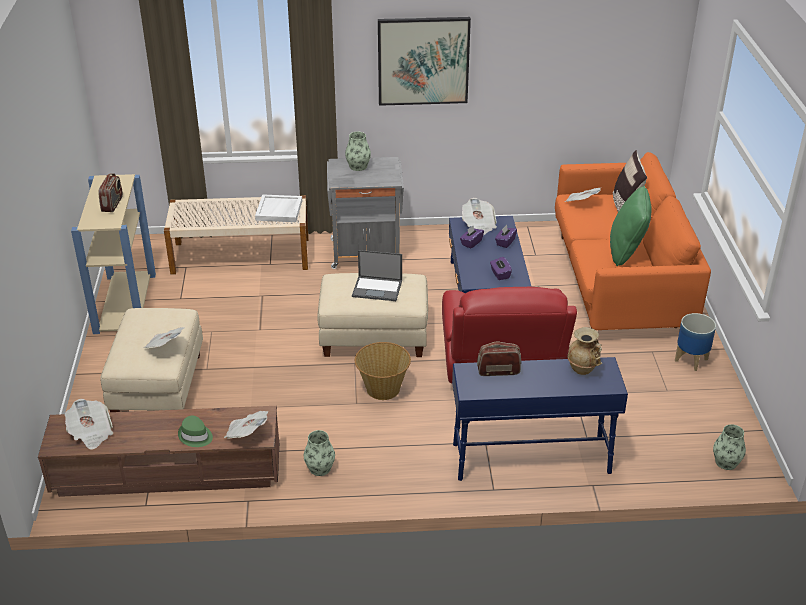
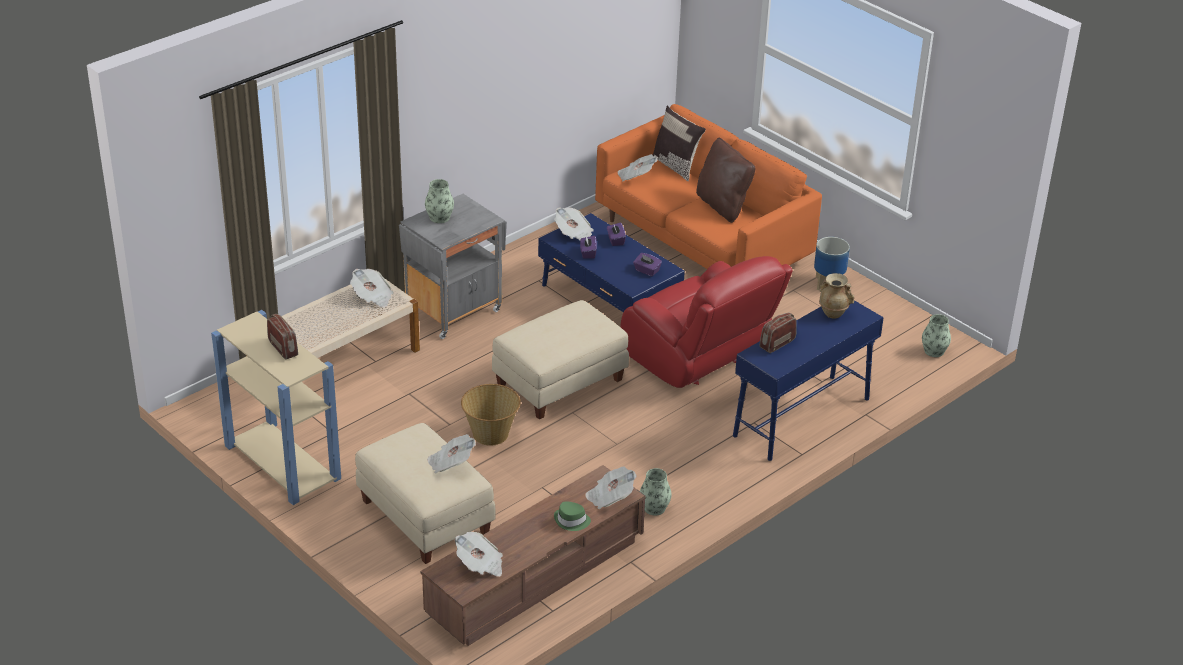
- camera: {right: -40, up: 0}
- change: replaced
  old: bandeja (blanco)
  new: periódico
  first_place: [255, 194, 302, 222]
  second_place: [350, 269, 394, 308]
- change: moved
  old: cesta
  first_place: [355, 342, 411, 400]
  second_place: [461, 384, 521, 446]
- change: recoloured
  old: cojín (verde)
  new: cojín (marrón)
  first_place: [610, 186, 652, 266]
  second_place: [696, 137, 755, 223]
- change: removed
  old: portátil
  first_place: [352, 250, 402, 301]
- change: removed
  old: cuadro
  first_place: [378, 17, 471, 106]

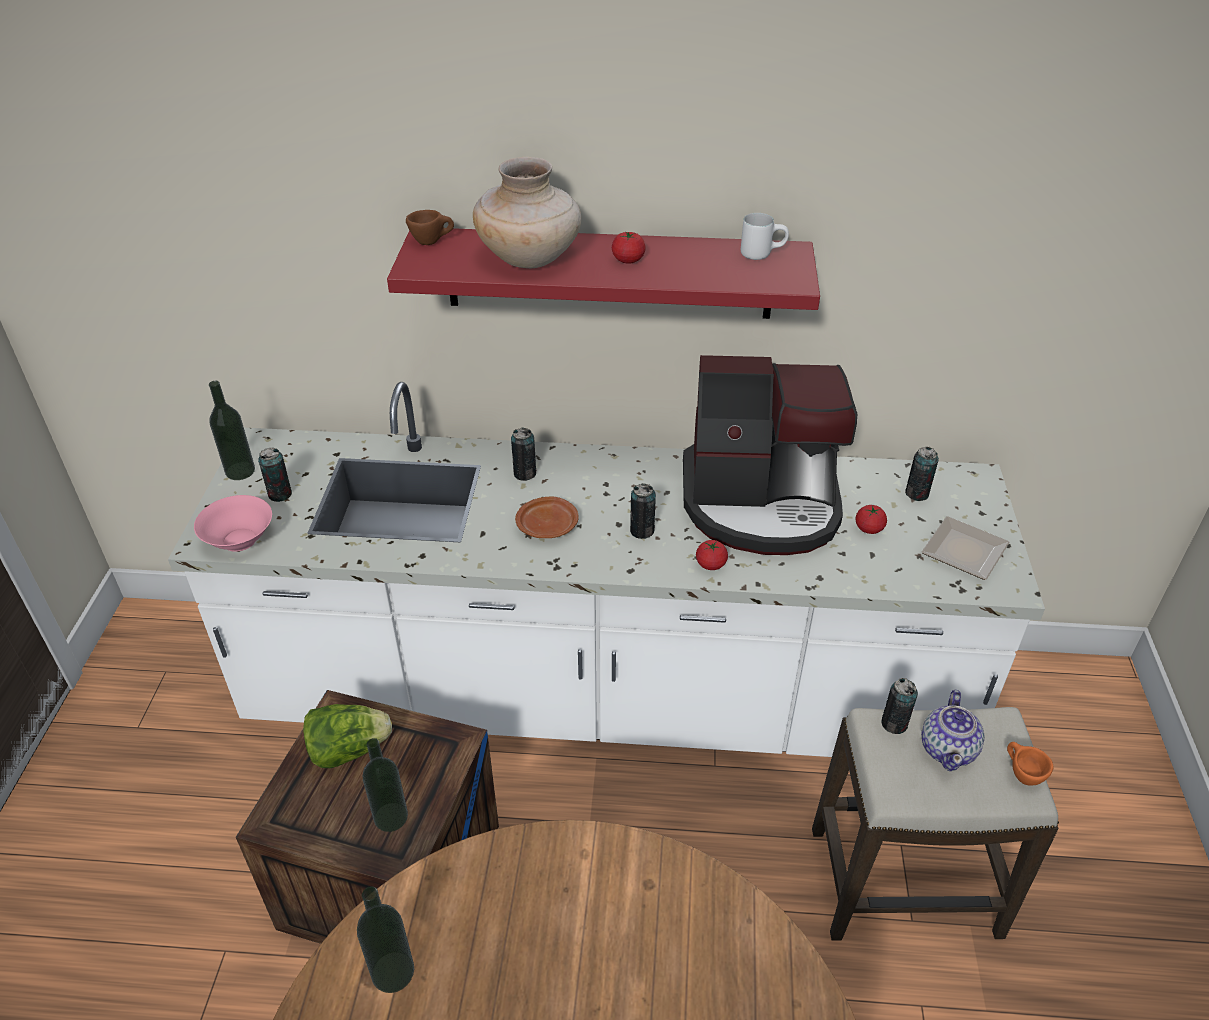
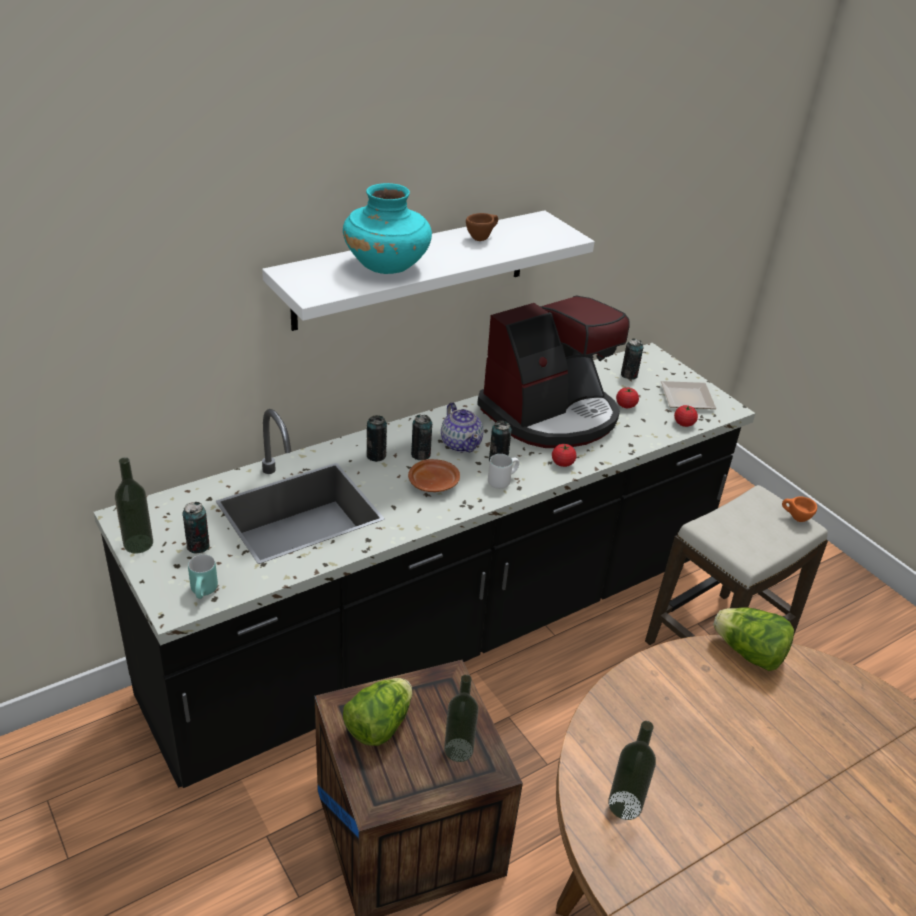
- camera: {right: -40, up: -5}
- change: recoloured
  old: mueble bajo de cocina (blanco)
  new: mueble bajo de cocina (negro)
  first_place: [168, 382, 1045, 757]
  second_place: [94, 343, 756, 788]
- change: replaced
  old: cuenco (rosa)
  new: taza grande (turquesa)
  first_place: [194, 495, 272, 552]
  second_place: [188, 554, 218, 599]
- change: recoloured
  old: estante (rojo)
  new: estante (blanco)
  first_place: [387, 228, 820, 319]
  second_place: [262, 210, 595, 331]
- change: recoloured
  old: florero (beis)
  new: florero (turquesa)
  first_place: [473, 157, 581, 268]
  second_place: [343, 183, 432, 274]
- change: moved
  old: lata
  first_place: [882, 678, 918, 734]
  second_place: [411, 415, 432, 460]
- change: moved
  old: tetera
  first_place: [921, 690, 985, 771]
  second_place: [441, 402, 484, 452]
- change: moved
  old: taza (marrón)
  first_place: [406, 210, 454, 245]
  second_place: [466, 213, 498, 241]
- change: moved
  old: taza grande (blanco)
  first_place: [741, 213, 789, 260]
  second_place: [488, 454, 519, 489]
- change: moved
  old: tomate
  first_place: [612, 231, 646, 264]
  second_place: [674, 405, 698, 427]
- change: added
  new: lechuga
  second_place: [713, 607, 794, 671]

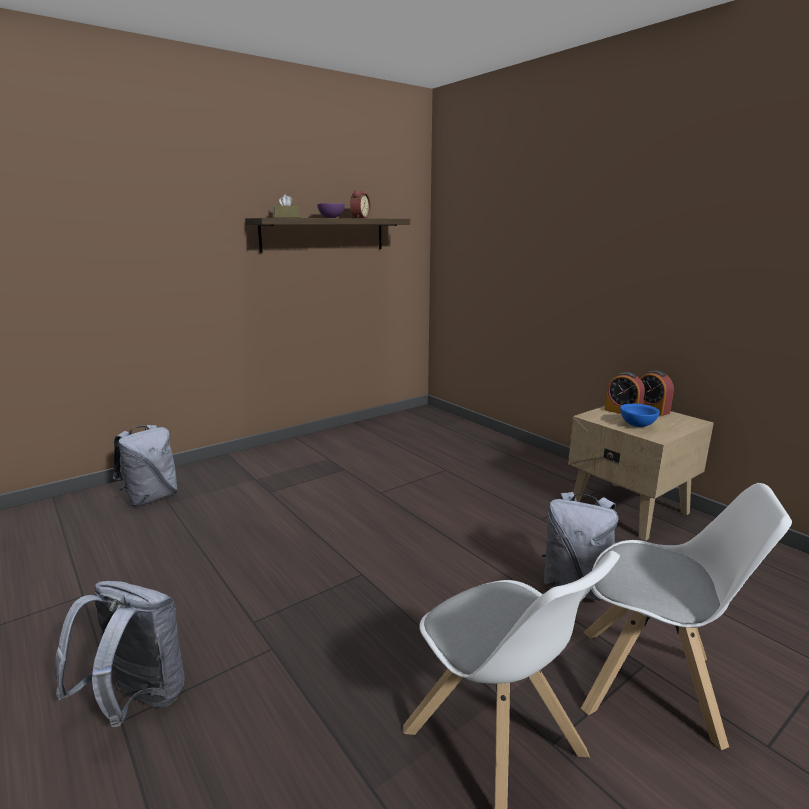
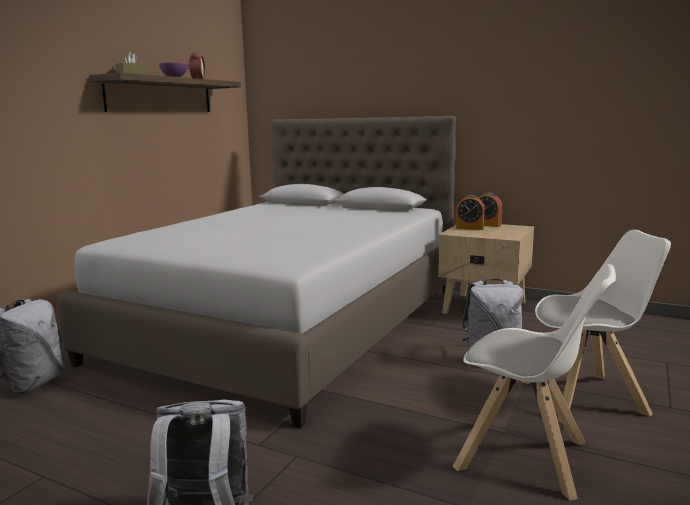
- camera: {right: -25, up: -5}
- change: added
  new: cama (gris)
  second_place: [57, 116, 456, 428]
- change: removed
  old: cuenco (azul)
  first_place: [620, 403, 660, 427]

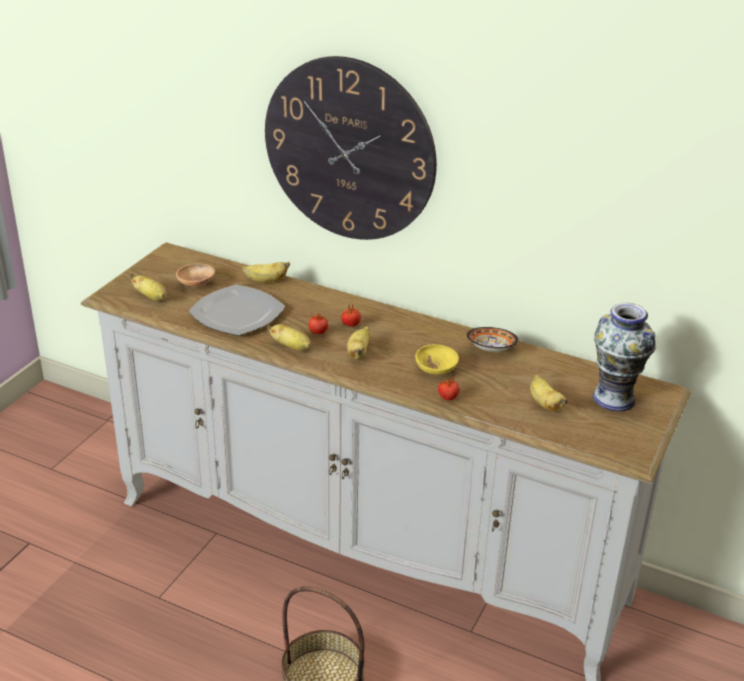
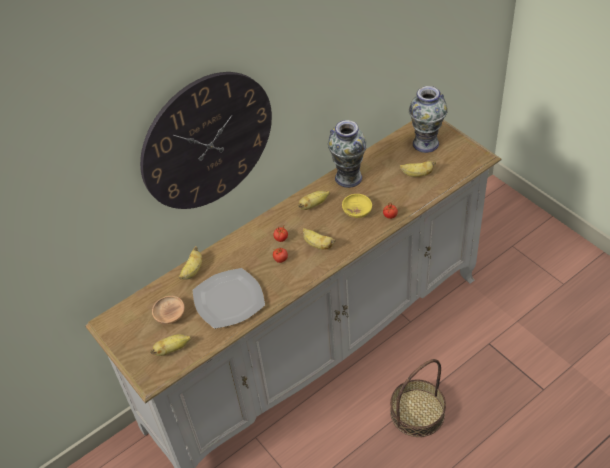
- camera: {right: -60, up: 15}
- change: moved
  old: plátano
  first_place: [267, 323, 311, 351]
  second_place: [298, 191, 330, 210]
- change: replaced
  old: cuenco
  new: florero
  first_place: [467, 327, 518, 352]
  second_place: [328, 120, 367, 188]

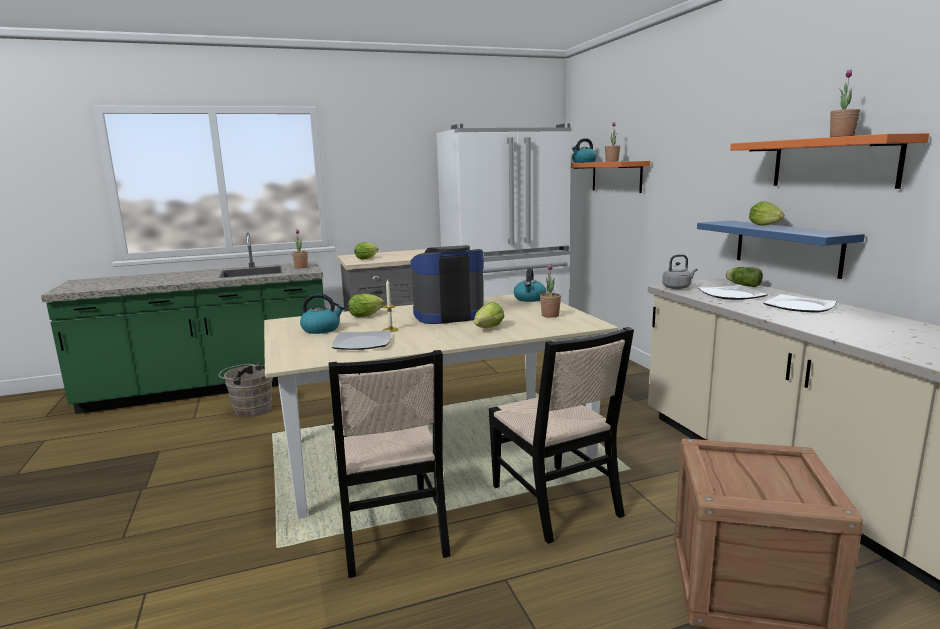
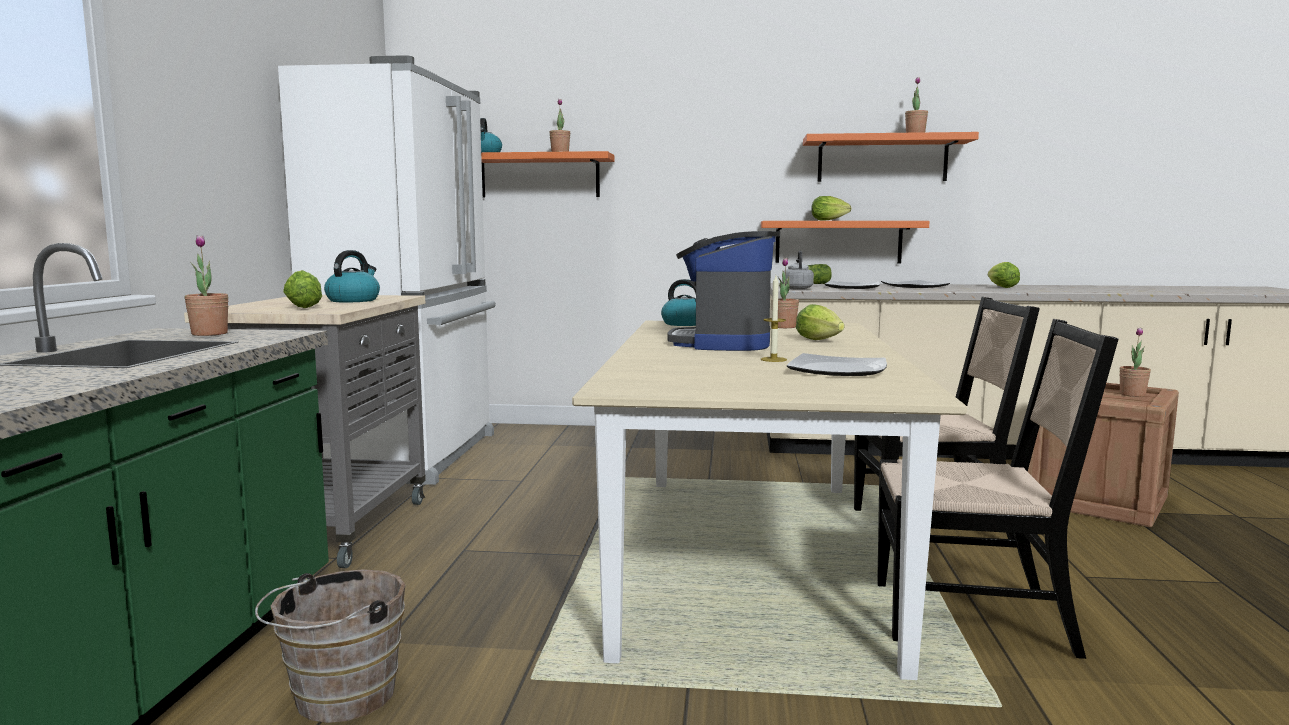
- camera: {right: -65, up: -5}
- change: moved
  old: hervidor
  first_place: [300, 294, 344, 334]
  second_place: [324, 250, 380, 302]
- change: recoloured
  old: estante (azul)
  new: estante (naranja)
  first_place: [697, 220, 865, 279]
  second_place: [761, 221, 930, 263]
- change: moved
  old: lechuga
  first_place: [348, 294, 384, 317]
  second_place: [988, 262, 1020, 288]
- change: added
  new: planta en maceta
  second_place: [1120, 328, 1151, 397]

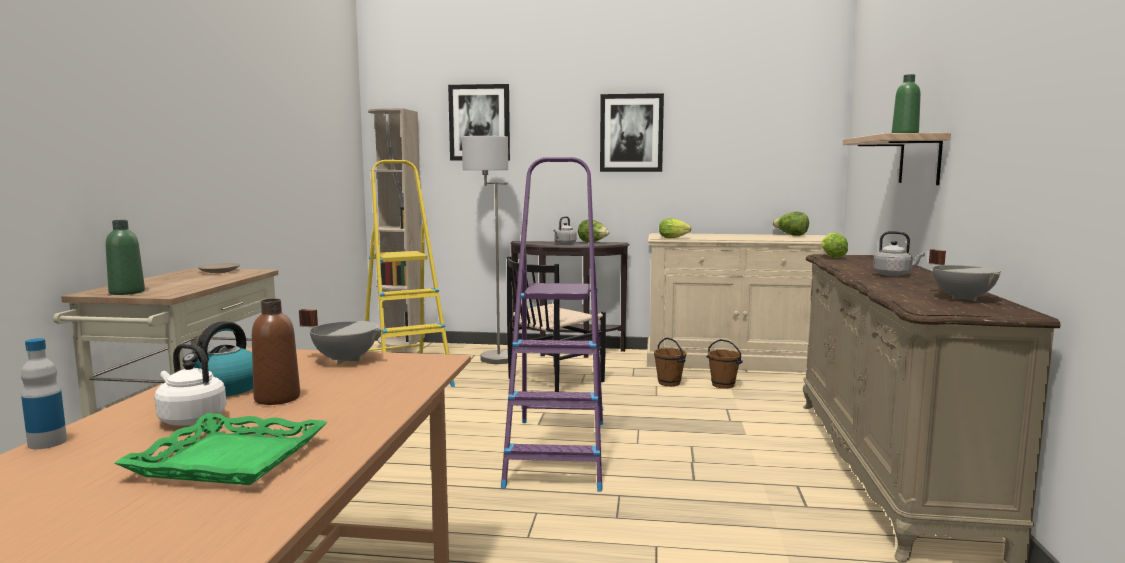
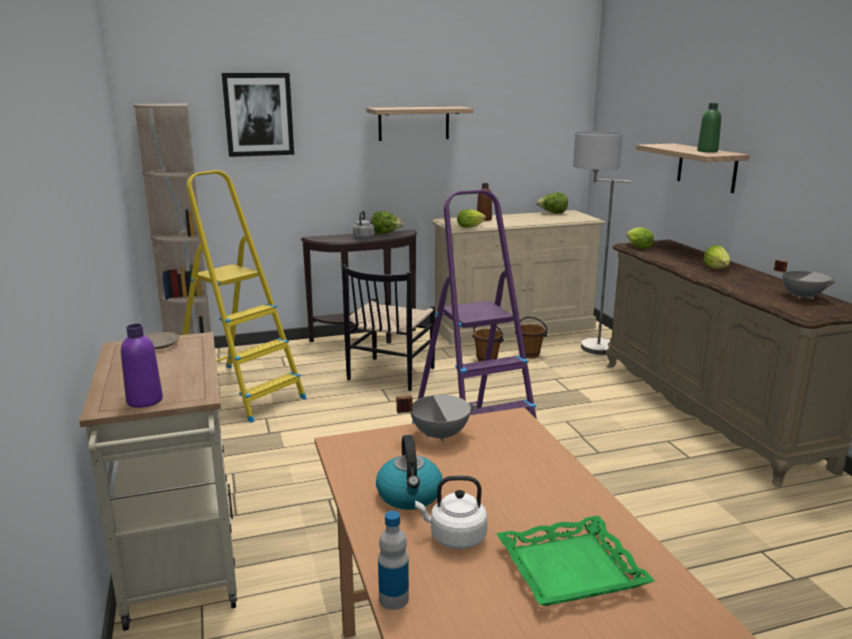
- camera: {right: -25, up: 10}
- change: recoloured
  old: botella (verde)
  new: botella (morado)
  first_place: [106, 220, 145, 295]
  second_place: [121, 324, 163, 408]
- change: replaced
  old: cuadro
  new: estante
  first_place: [600, 93, 664, 172]
  second_place: [366, 106, 474, 141]
- change: moved
  old: botella (marrón)
  first_place: [252, 299, 300, 405]
  second_place: [477, 183, 492, 221]
- change: moved
  old: lámpara de pie (gris)
  first_place: [462, 136, 508, 364]
  second_place: [573, 131, 631, 355]
- change: replaced
  old: hervidor (gris)
  new: lechuga
  first_place: [873, 231, 925, 276]
  second_place: [704, 245, 730, 269]

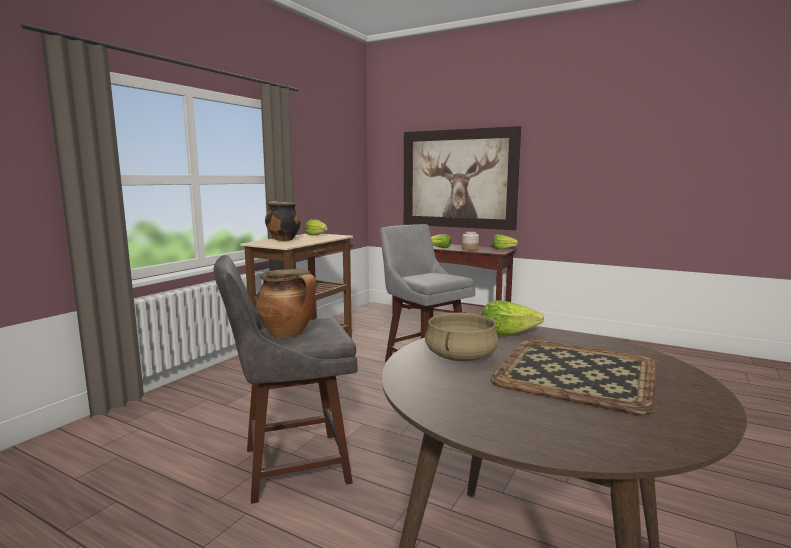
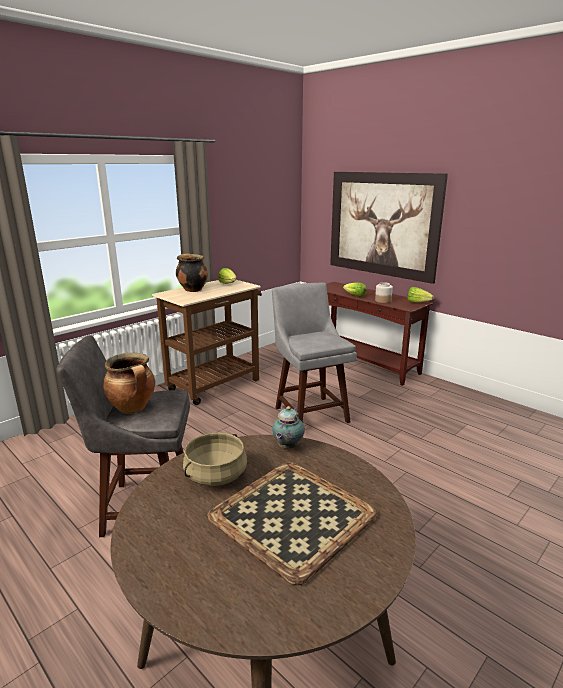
- camera: {right: 15, up: 10}
- change: replaced
  old: lechuga
  new: tetera
  first_place: [482, 300, 544, 335]
  second_place: [272, 406, 305, 449]

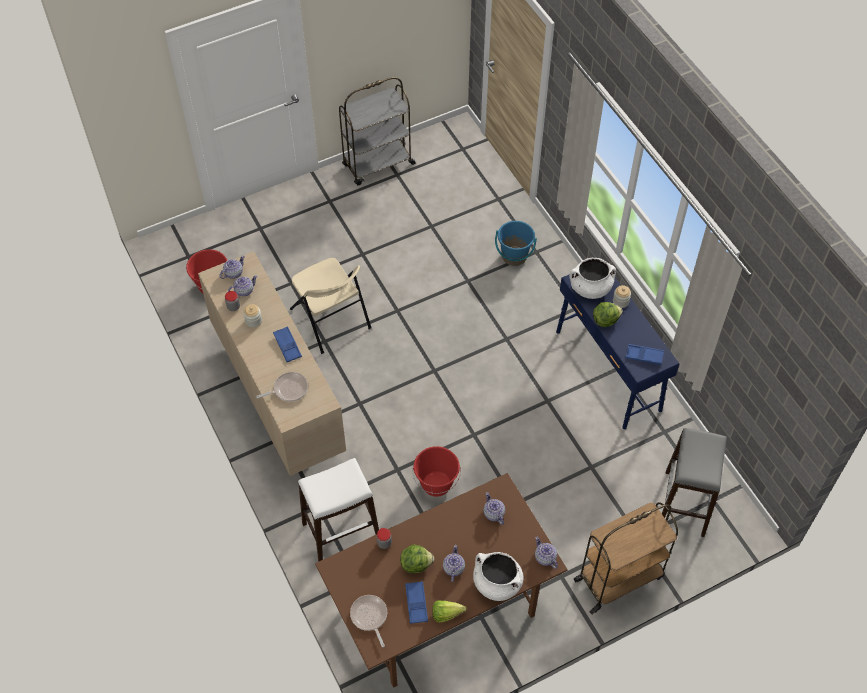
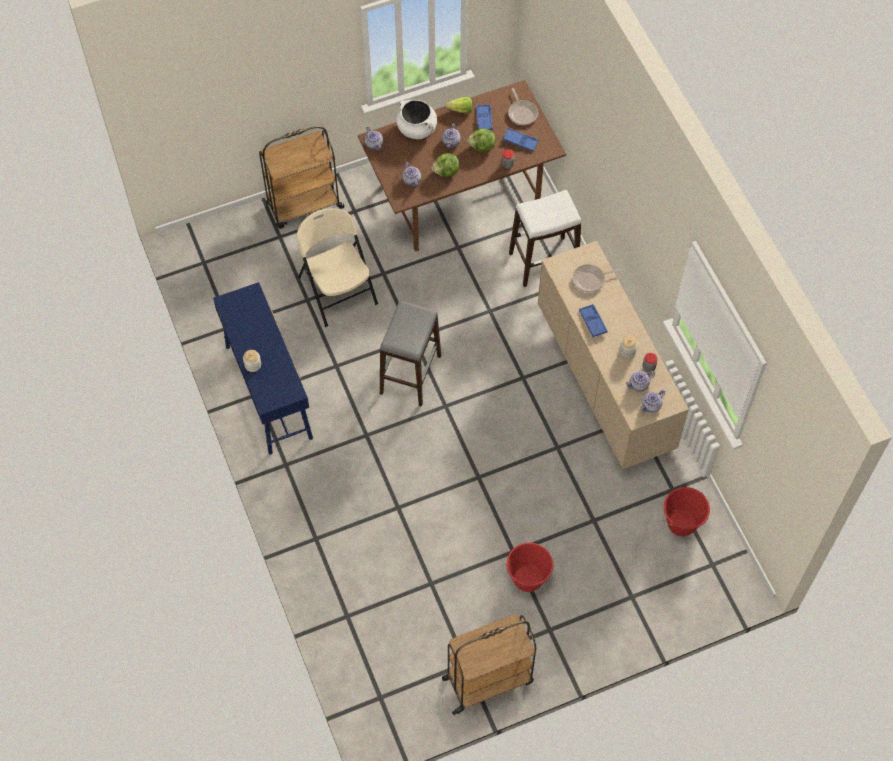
- camera: {right: -175, up: 5}
- change: moved
  old: silla (beis)
  first_place: [290, 258, 372, 354]
  second_place: [296, 208, 378, 327]
- change: moved
  old: taburete (gris)
  first_place: [662, 428, 727, 537]
  second_place: [380, 301, 441, 407]
- change: moved
  old: lechuga
  first_place: [593, 302, 623, 327]
  second_place: [431, 153, 459, 177]
- change: recoloured
  old: carrito (gris)
  new: carrito (marrón)
  first_place: [339, 77, 416, 186]
  second_place: [442, 614, 536, 716]
- change: moved
  old: bandeja (azul)
  first_place: [625, 344, 664, 365]
  second_place: [503, 128, 539, 152]
- change: moved
  old: cubo (rojo)
  first_place: [412, 446, 461, 497]
  second_place: [505, 543, 554, 592]
- change: removed
  old: cubo (azul)
  first_place: [495, 221, 537, 266]
- change: removed
  old: olla (blanco)
  first_place: [569, 258, 616, 299]

